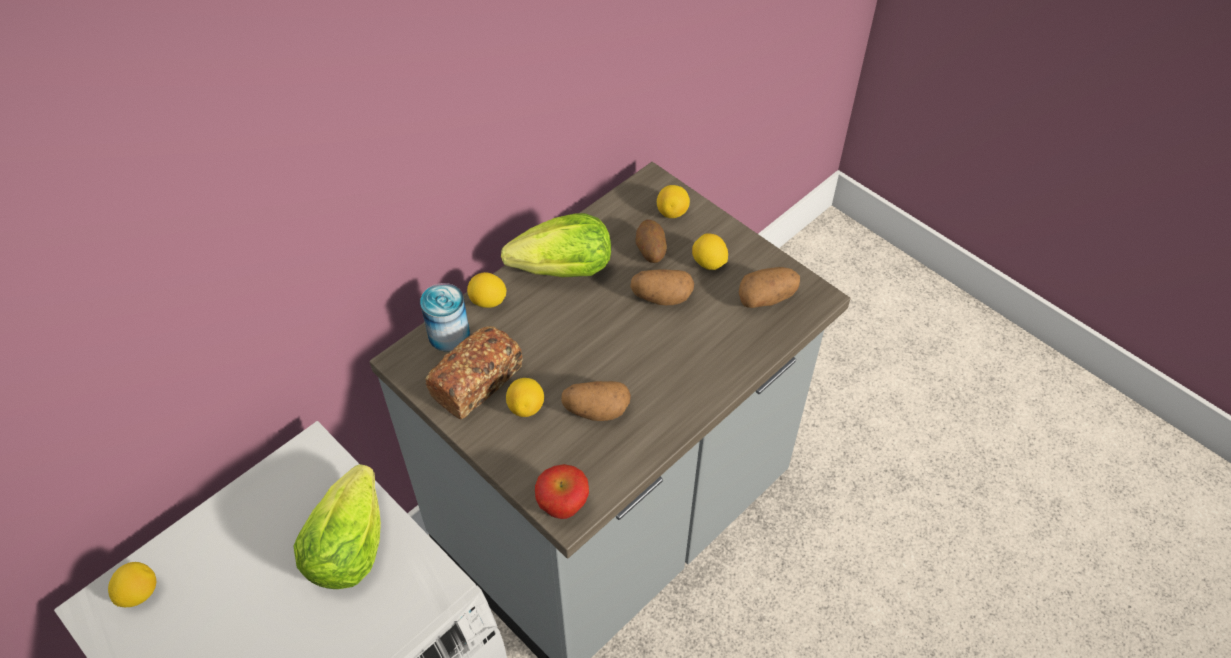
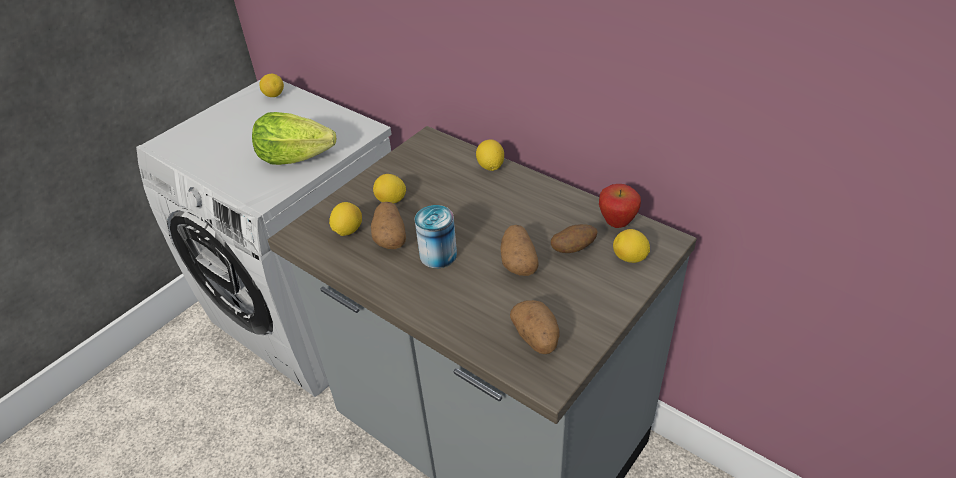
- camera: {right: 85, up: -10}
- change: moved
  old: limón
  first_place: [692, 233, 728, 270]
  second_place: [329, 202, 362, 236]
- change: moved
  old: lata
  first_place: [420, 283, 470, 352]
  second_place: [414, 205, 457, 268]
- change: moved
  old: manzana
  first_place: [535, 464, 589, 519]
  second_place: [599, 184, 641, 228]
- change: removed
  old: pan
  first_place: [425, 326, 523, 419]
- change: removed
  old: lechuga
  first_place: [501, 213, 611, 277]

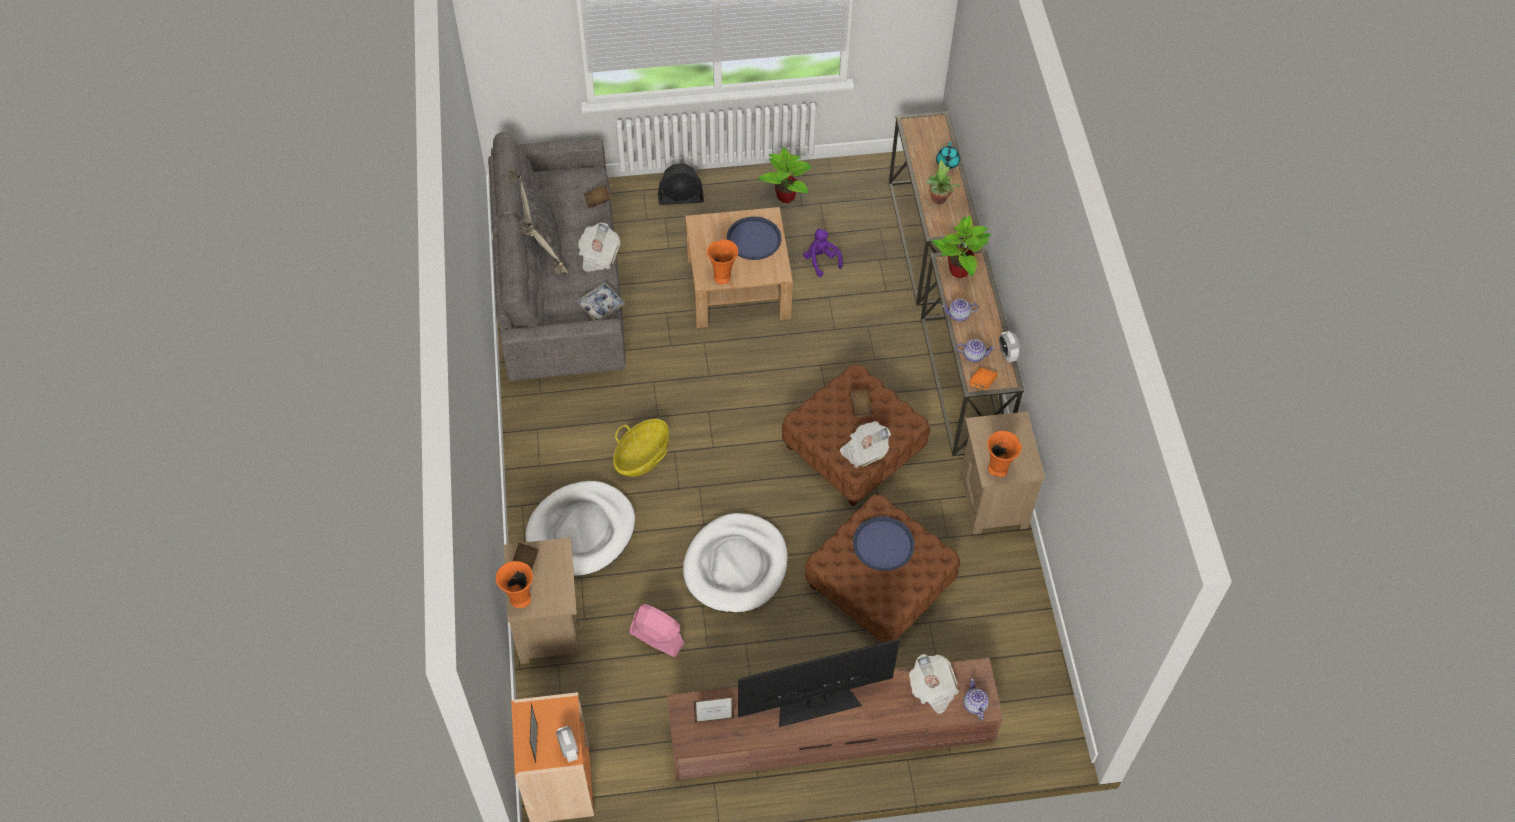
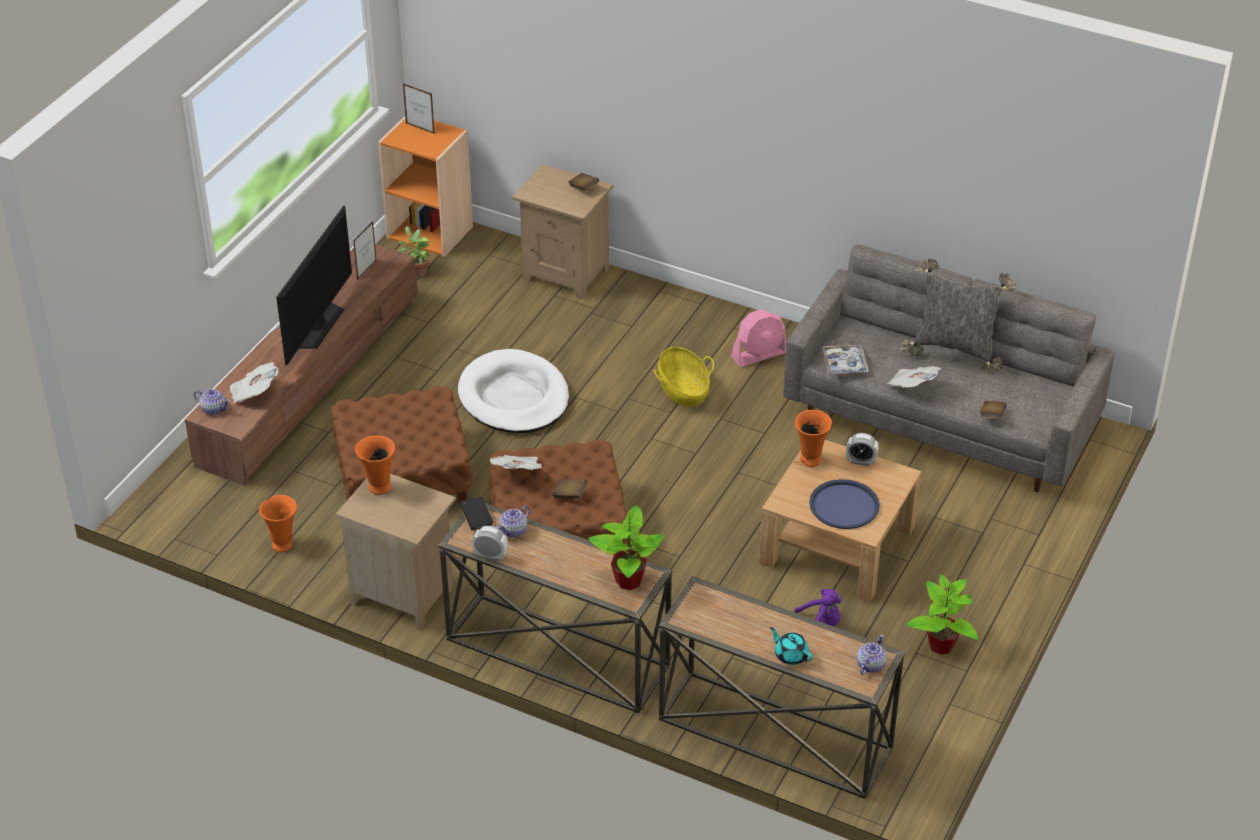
- camera: {right: 125, up: -15}
- change: moved
  old: florero (naranja)
  first_place: [496, 561, 533, 608]
  second_place: [259, 495, 297, 552]
- change: moved
  old: planta en maceta
  first_place: [925, 160, 961, 204]
  second_place: [399, 226, 431, 277]
- change: recoloured
  old: libro (naranja)
  new: libro (negro)
  first_place: [969, 367, 998, 390]
  second_place: [460, 497, 493, 530]
- change: moved
  old: ventilador (rosa)
  first_place: [630, 604, 684, 657]
  second_place: [731, 309, 786, 367]
- change: moved
  old: despertador
  first_place: [556, 726, 579, 762]
  second_place: [846, 433, 879, 466]
- change: moved
  old: tetera
  first_place: [942, 299, 979, 321]
  second_place: [857, 634, 887, 675]
- change: removed
  old: cama para perro (blanco)
  first_place: [525, 481, 635, 576]
- change: removed
  old: ventilador (negro)
  first_place: [658, 163, 704, 205]
- change: removed
  old: bandeja (azul)
  first_place: [853, 516, 915, 571]

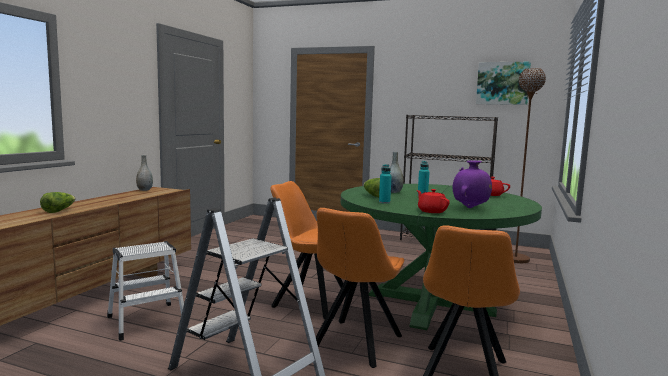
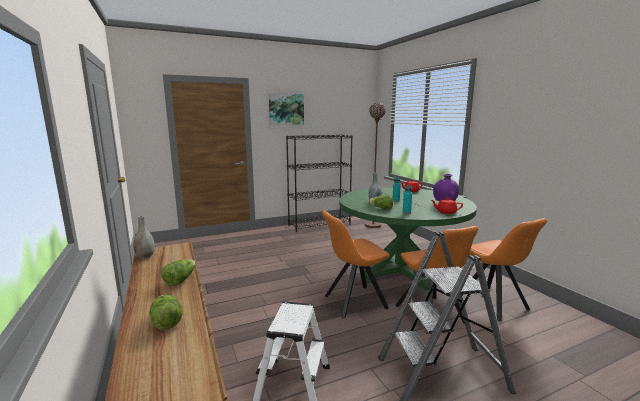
- camera: {right: -45, up: 5}
- change: added
  new: lechuga
  second_place: [161, 259, 195, 286]
- change: moved
  old: cuadro
  first_place: [476, 62, 531, 105]
  second_place: [269, 93, 304, 125]

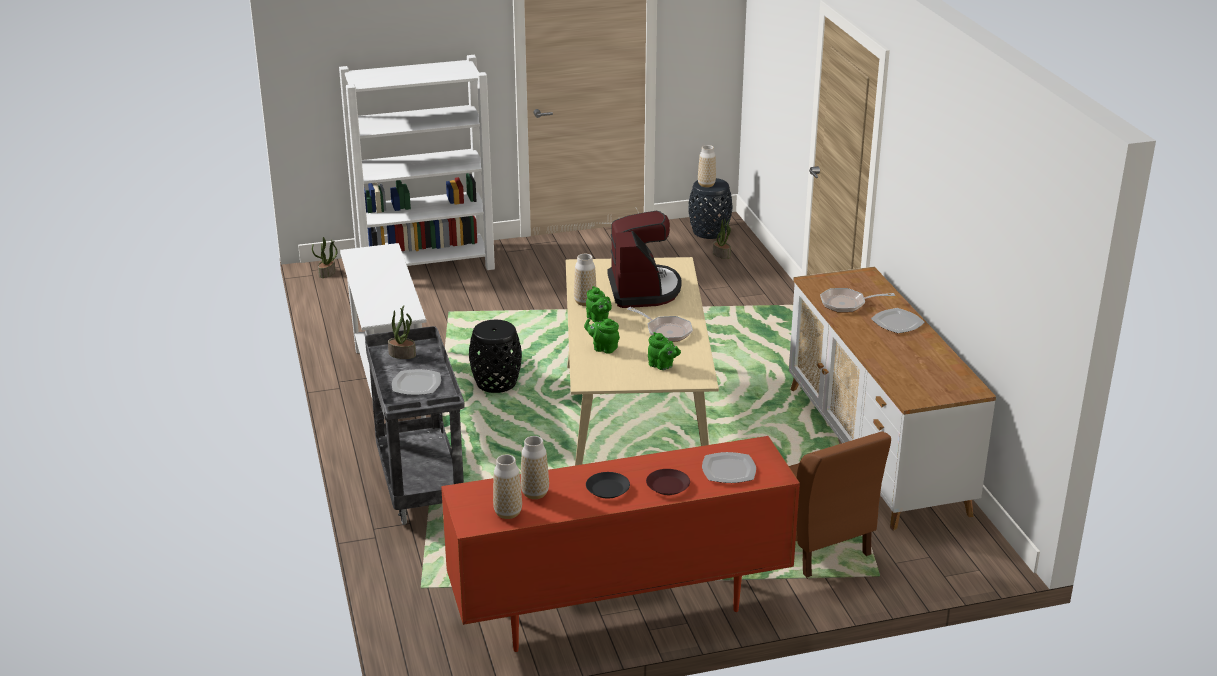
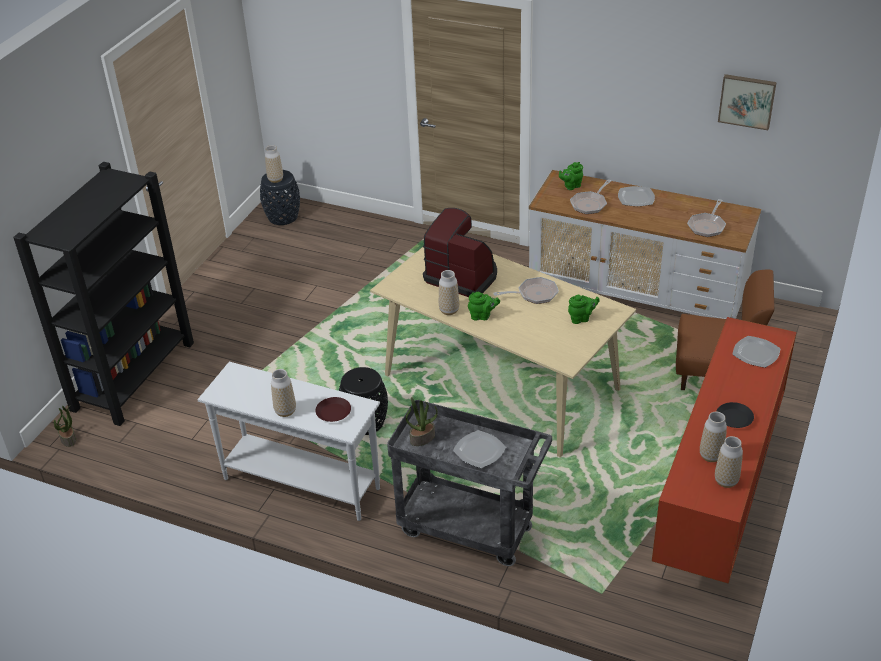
- camera: {right: -50, up: 10}
- change: recoloured
  old: estantería (blanco)
  new: estantería (negro)
  first_place: [339, 55, 495, 270]
  second_place: [13, 162, 194, 426]
- change: added
  new: florero
  second_place: [271, 369, 296, 417]
- change: moved
  old: plato (marrón)
  first_place: [646, 469, 690, 495]
  second_place: [315, 397, 351, 422]
- change: moved
  old: tetera (verde)
  first_place: [584, 319, 620, 354]
  second_place: [559, 162, 583, 190]
- change: added
  new: sartén
  second_place: [687, 199, 726, 237]
- change: added
  new: cuadro
  second_place: [718, 74, 777, 130]
- change: removed
  old: planta en maceta
  first_place: [713, 218, 731, 259]

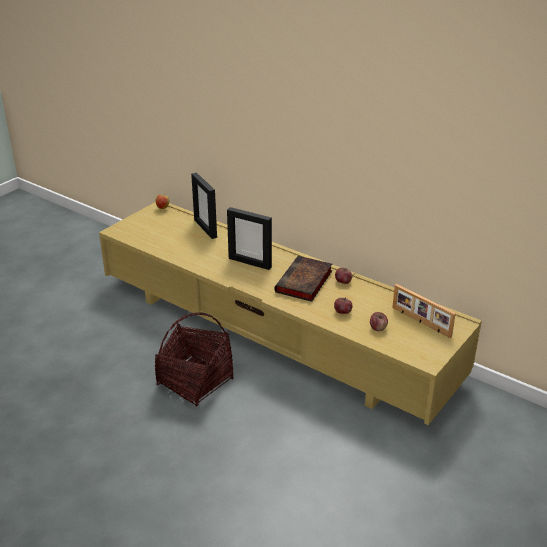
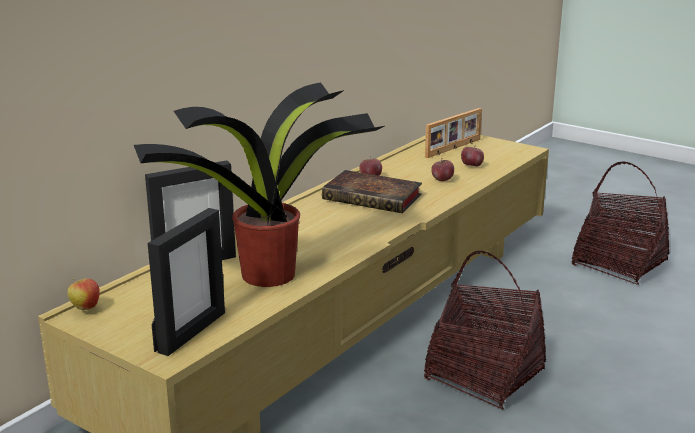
- camera: {right: -90, up: -10}
- change: added
  new: planta en maceta
  second_place: [134, 82, 384, 287]
- change: moved
  old: portarretratos
  first_place: [227, 207, 272, 270]
  second_place: [148, 208, 225, 356]
- change: added
  new: cesta
  second_place: [572, 162, 670, 285]

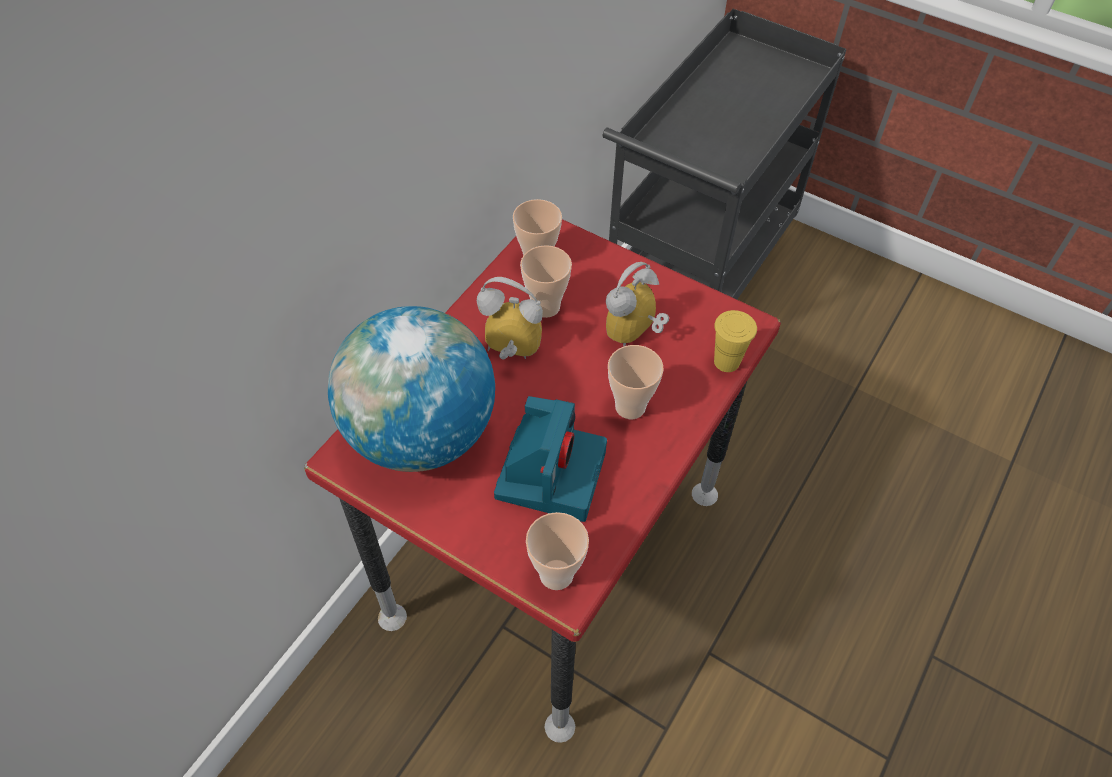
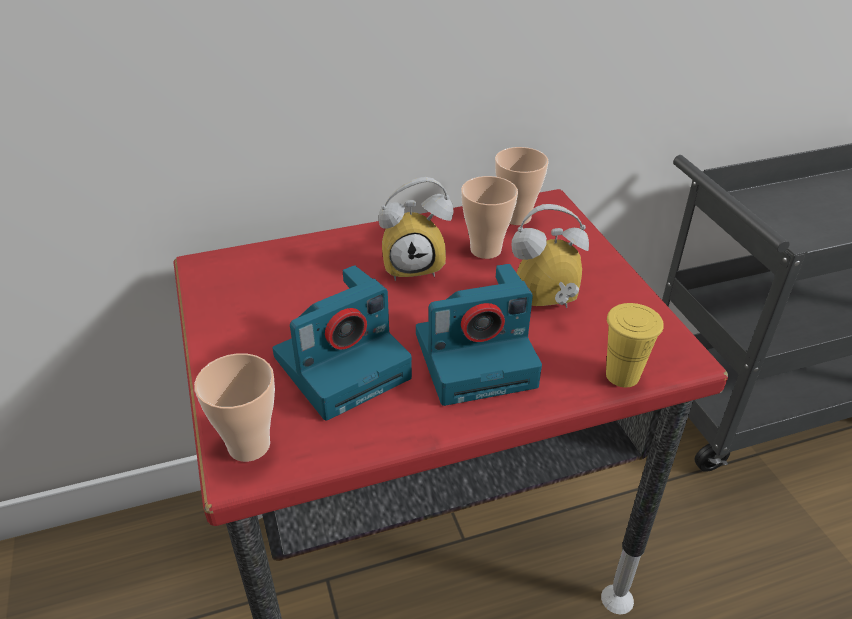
- camera: {right: 40, up: -15}
- change: turned
  old: despertador
  first_place: [477, 277, 543, 360]
  second_place: [379, 177, 454, 281]
  degrees: 120
- change: replaced
  old: taza
  new: cámara
  first_place: [608, 345, 664, 419]
  second_place: [416, 264, 542, 406]
- change: removed
  old: globo terráqueo
  first_place: [328, 306, 495, 472]

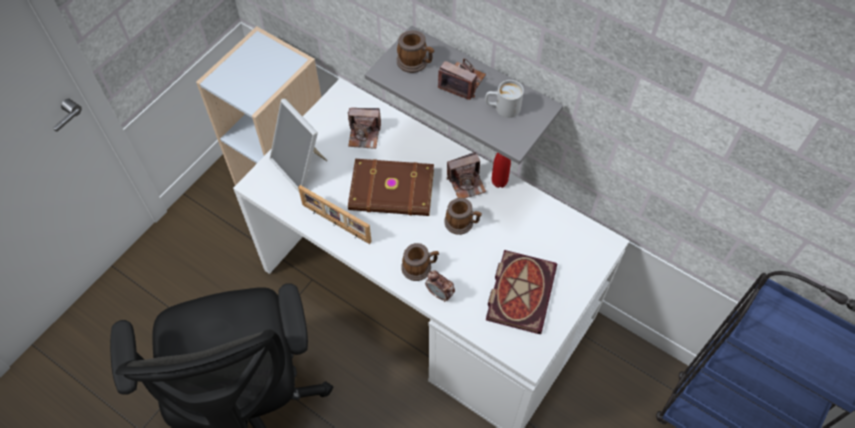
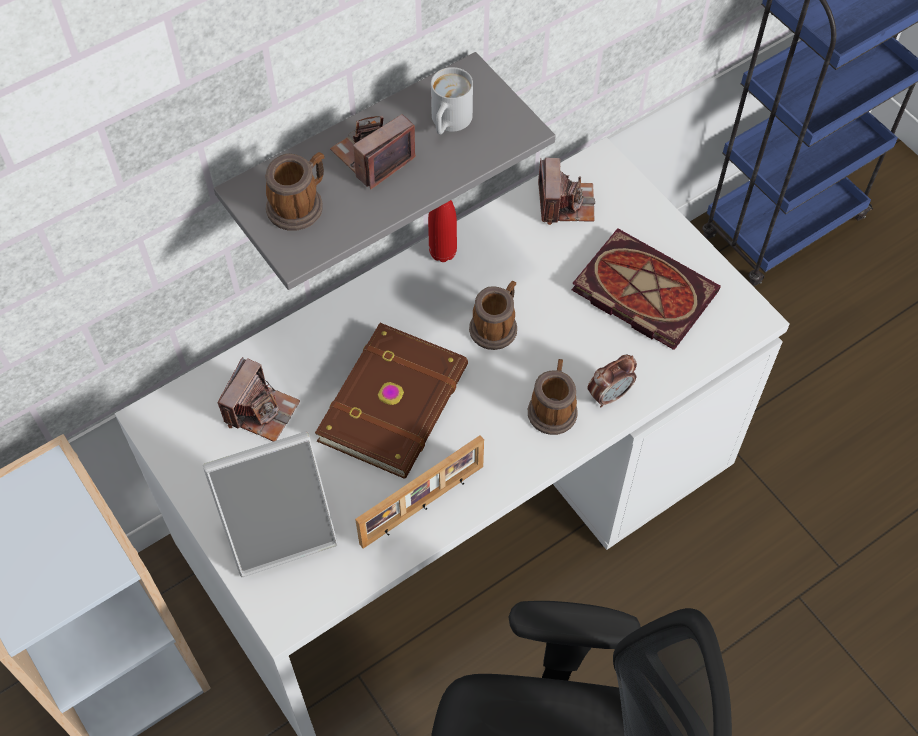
- camera: {right: -70, up: 0}
- change: moved
  old: cámara
  first_place: [447, 152, 486, 198]
  second_place: [538, 158, 595, 225]

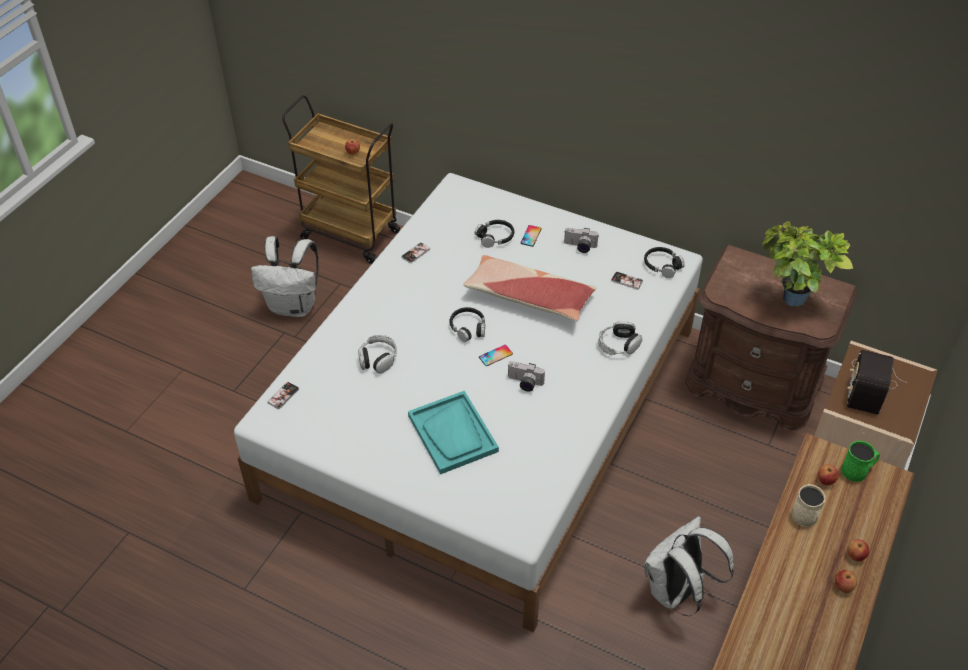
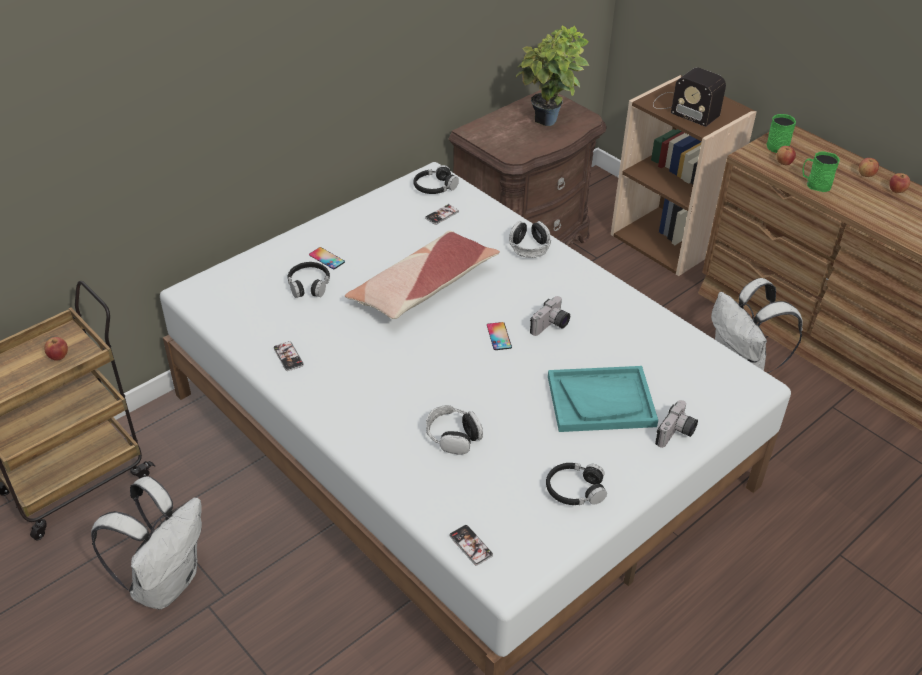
- camera: {right: -70, up: -5}
- change: moved
  old: auriculares (negro)
  first_place: [450, 307, 485, 342]
  second_place: [546, 463, 607, 505]
- change: moved
  old: cámara
  first_place: [564, 228, 599, 253]
  second_place: [655, 400, 698, 448]
- change: recoloured
  old: taza grande (beis)
  new: taza grande (verde)
  first_place: [792, 484, 825, 527]
  second_place: [802, 151, 840, 192]

